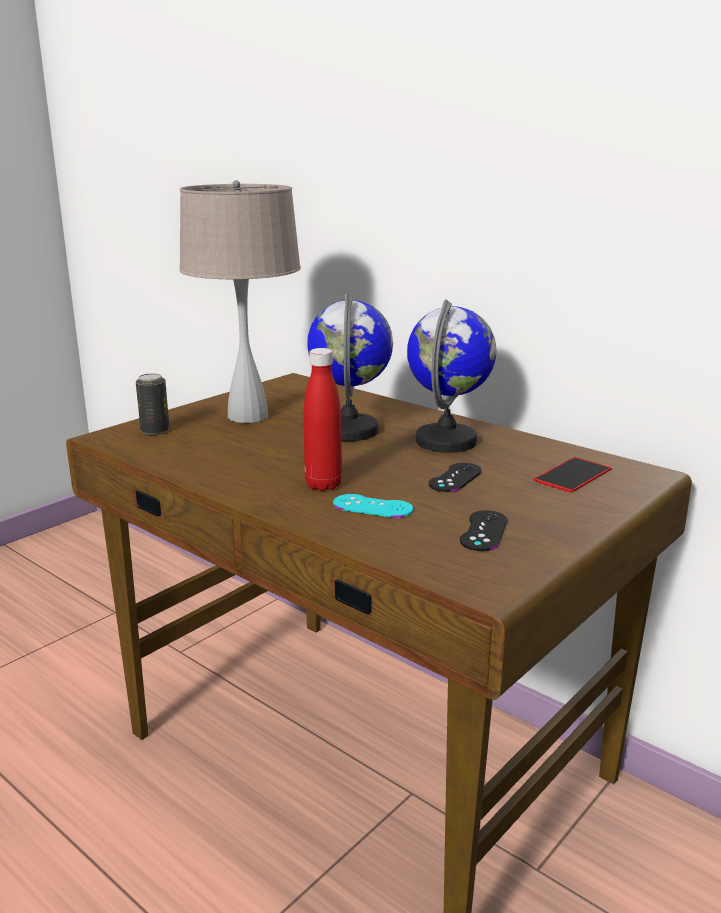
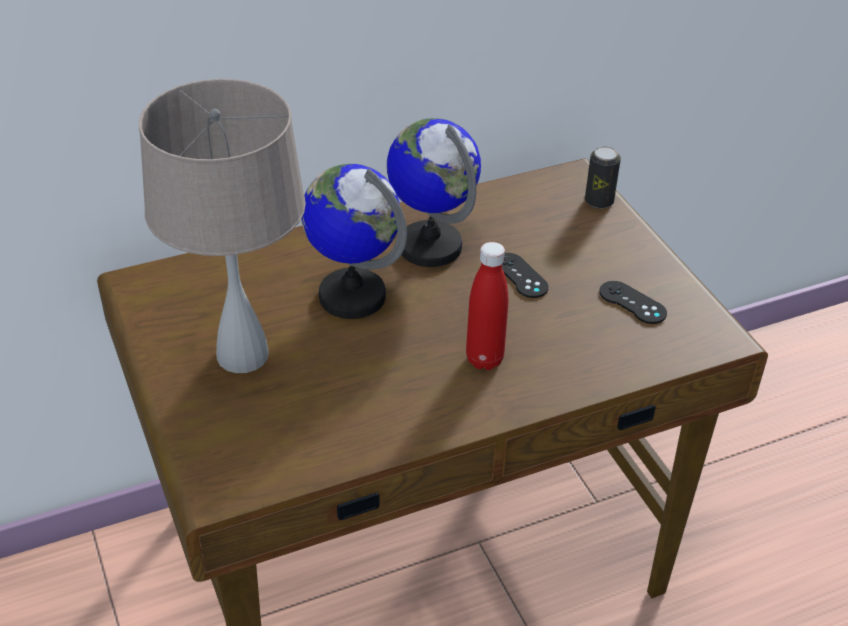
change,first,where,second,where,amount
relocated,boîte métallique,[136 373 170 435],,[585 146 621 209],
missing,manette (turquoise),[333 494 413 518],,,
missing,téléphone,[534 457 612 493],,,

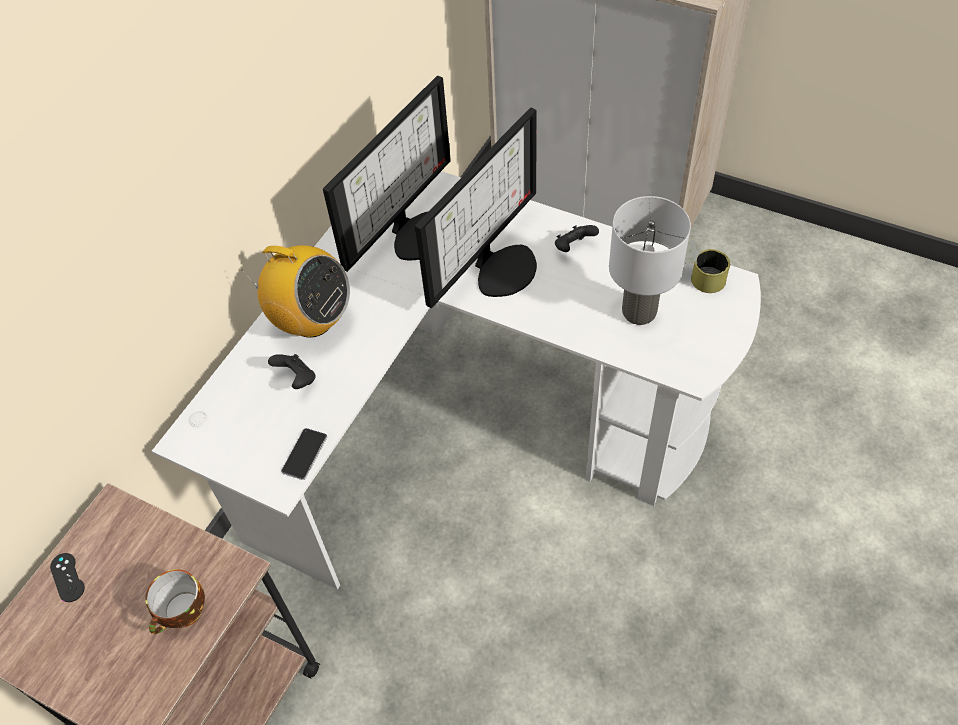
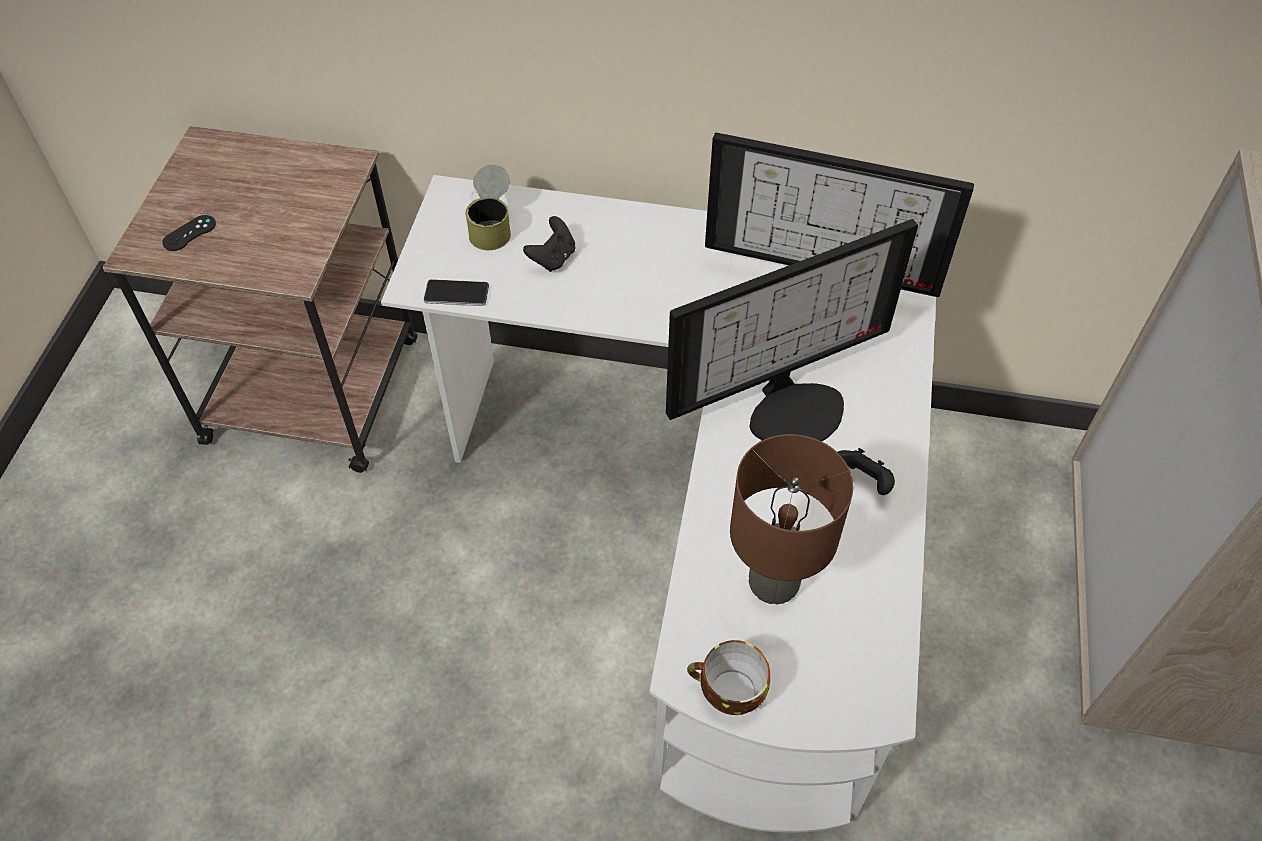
change,first,where,second,where,amount
relocated,manette (noir),[50 553 85 602],,[162 215 216 251],
relocated,boîte métallique,[684 238 730 293],,[465 165 511 250],
spun,écran d'ordinateur,[415 108 537 308],,[666 219 918 441],45 degrees counterclockwise
relocated,tasse,[145 569 205 634],,[687 640 770 715],
colour,lampe de table (blanc),[609 196 691 325],lampe de table (marron),[730 434 853 604],
missing,radio,[241 245 350 338],,,

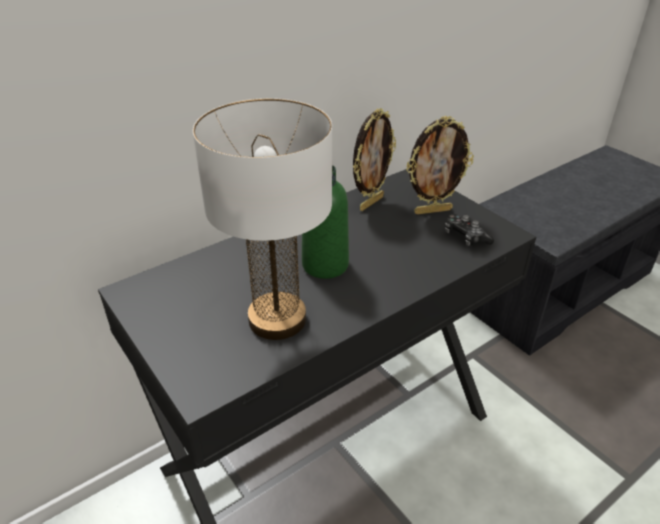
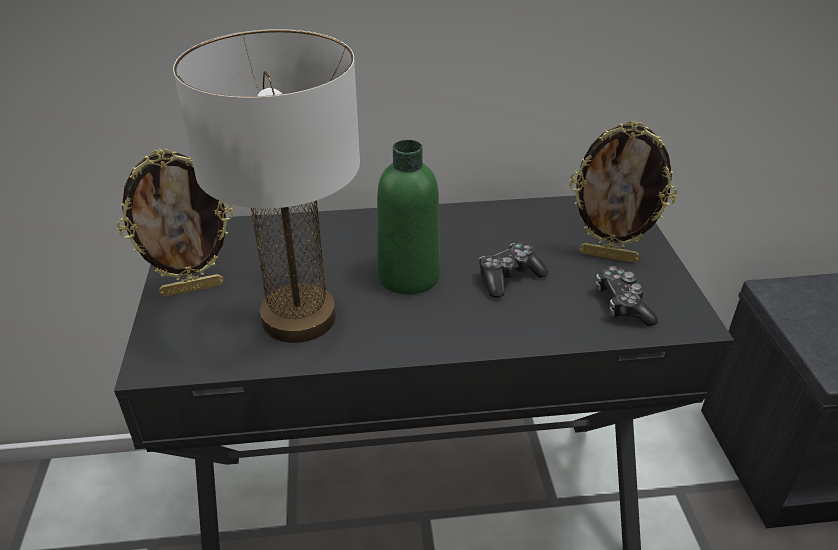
change,first,where,second,where,amount
relocated,cadre photo,[353 108 396 211],,[117 149 233 297],
appeared,,,manette,[479 243 549 298],

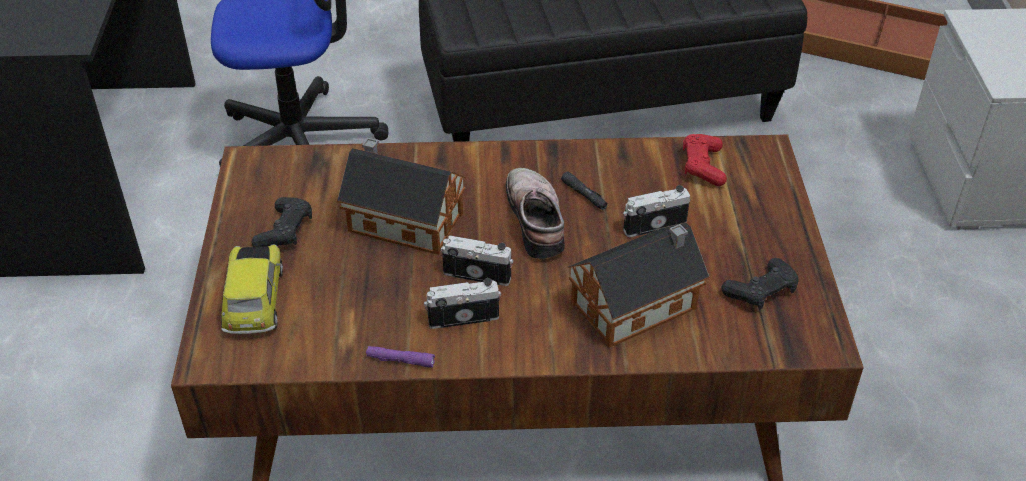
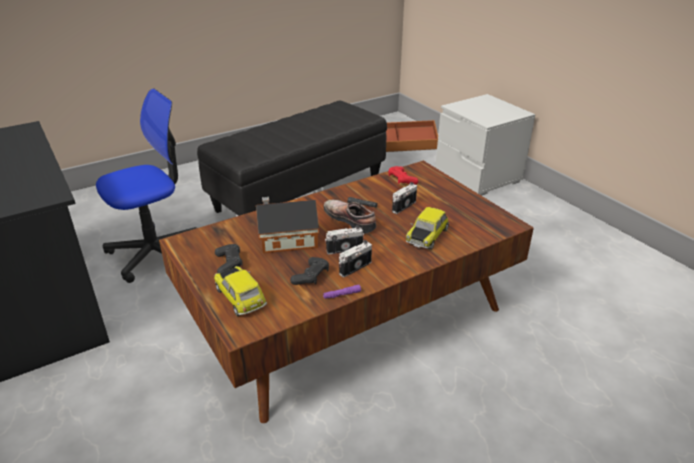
change,first,where,second,where,amount
relocated,manette (noir),[721 258 799 309],,[290 257 329 285],
exchanged,maison miniature,[567 222 709 348],petite voiture,[406 207 449 250],

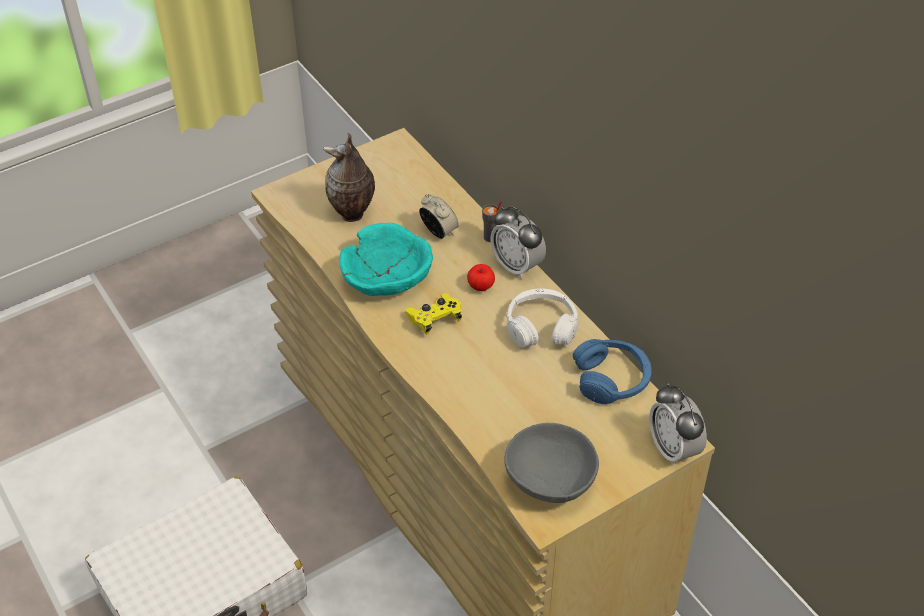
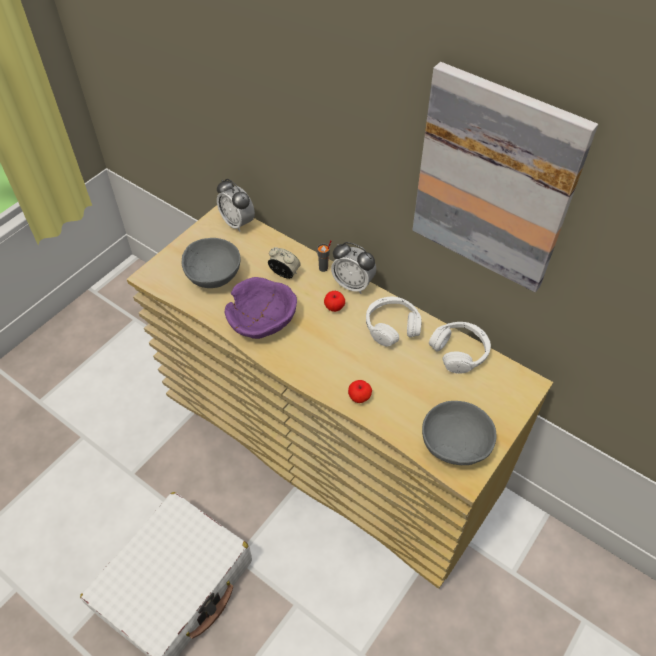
change,first,where,second,where,amount
exchanged,vase,[323 133 375 222],bol (gris),[182 238 241 288],
relocated,réveil,[649 383 707 466],,[217 179 255 232],
colour,bol (turquoise),[339 223 433 296],bol (violet),[225 277 297 339],
appeared,,,pomme,[348 380 372 403],
appeared,,,tableau,[412 62 598 292],
colour,casque audio (bleu),[573 339 651 404],casque audio (blanc),[429 322 491 374],
missing,manette (jaune),[405 293 462 335],,,

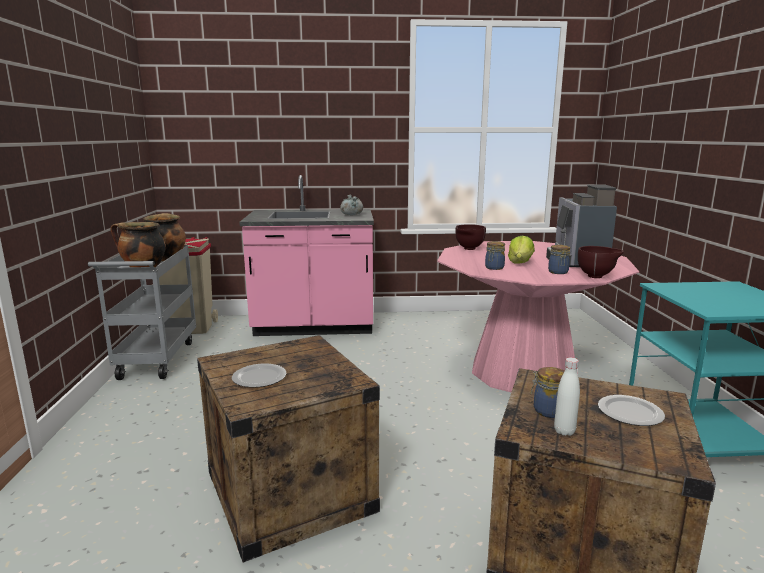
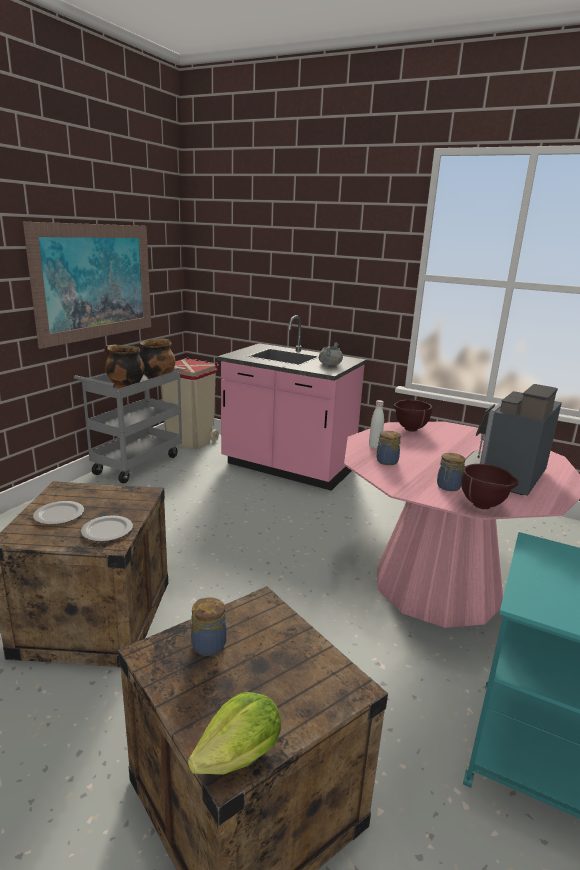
change,first,where,second,where,amount
appeared,,,tableau,[23 222 151 349],
relocated,assiette,[598 395 665 426],,[81 515 133 542],
relocated,laitue,[508 236 535 264],,[188 692 281 775],
relocated,bouteille (blanc),[554 357 580 436],,[369 400 384 449],

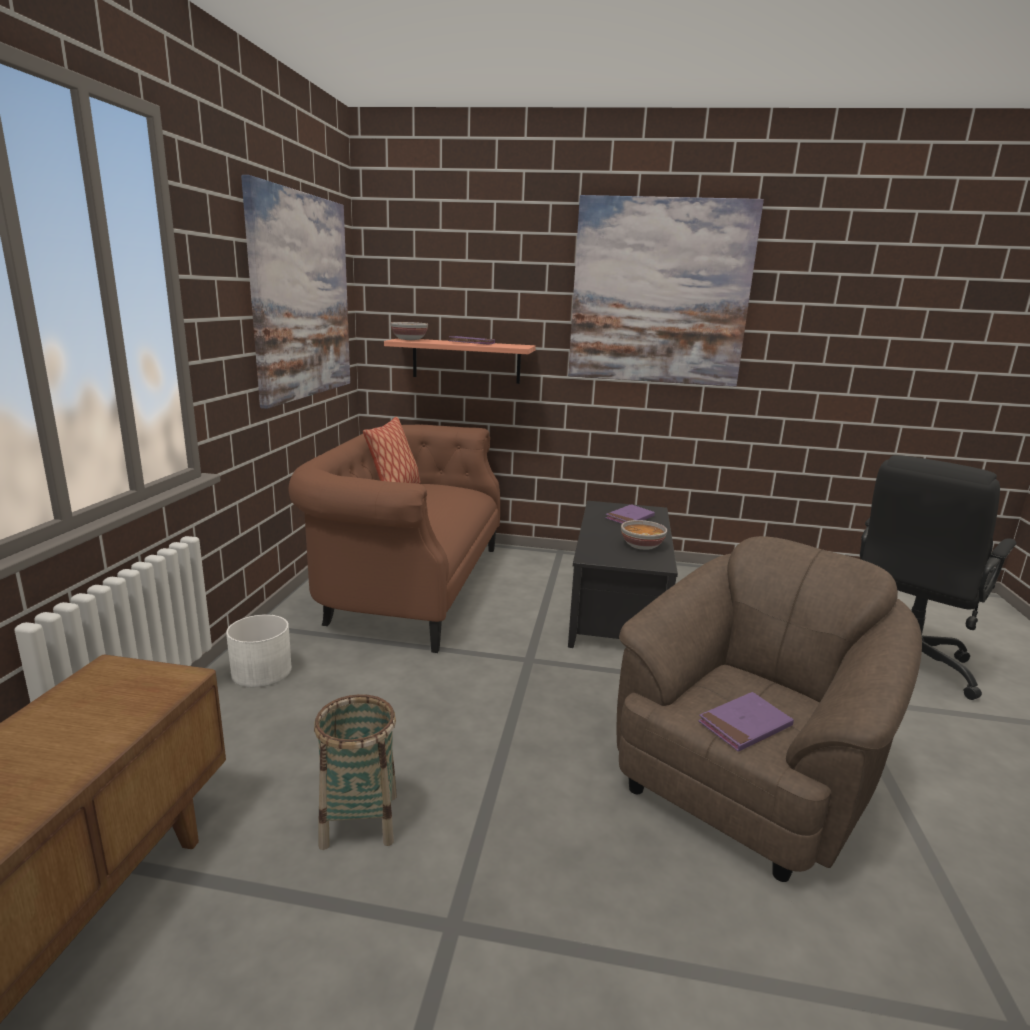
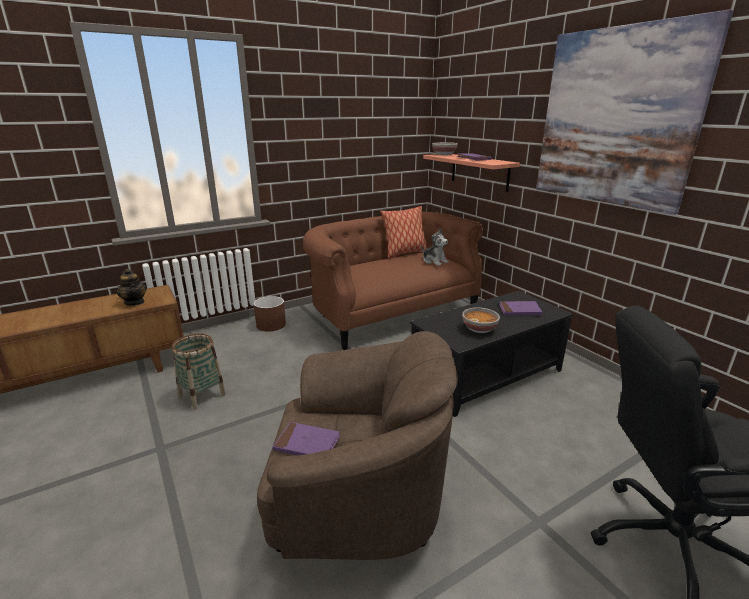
change,first,where,second,where,amount
appeared,,,théière,[116 269 147 306],
colour,cache-pot (blanc),[226 614 292 687],cache-pot (marron),[253 296 286 332],
appeared,,,peluche,[421 228 449 266],
missing,tableau,[241 175 350 409],,,

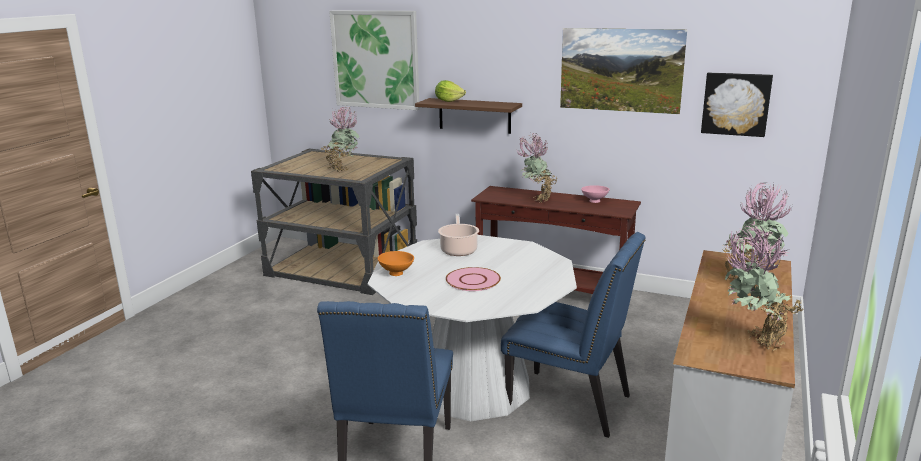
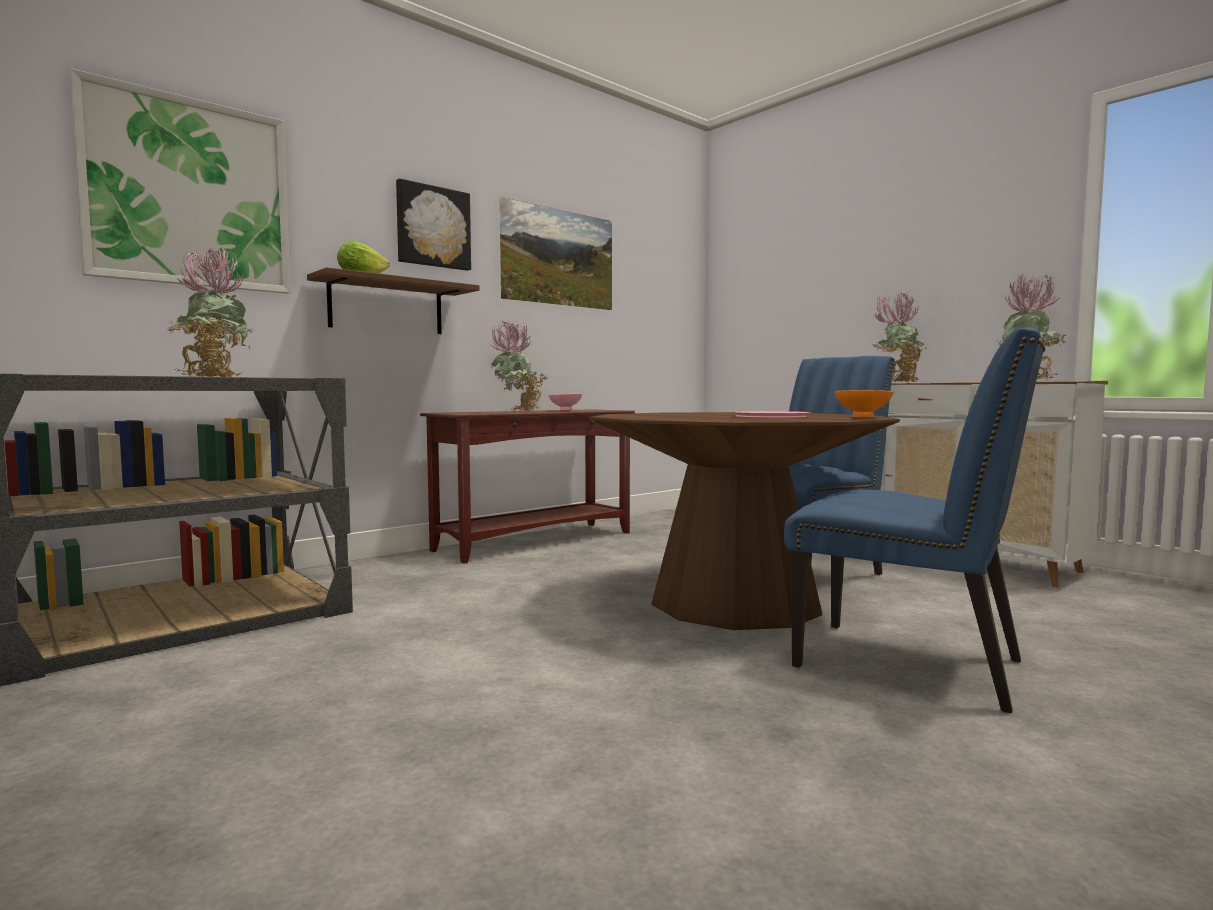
change,first,where,second,where,amount
relocated,tableau,[701 73 773 137],,[396 178 471 271],
colour,table à manger (blanc),[368 235 577 421],table à manger (marron),[589 412 900 630],
relocated,bol (orange),[377 251 414 276],,[835 390 894 417],
missing,marmite,[438 214 479 256],,,

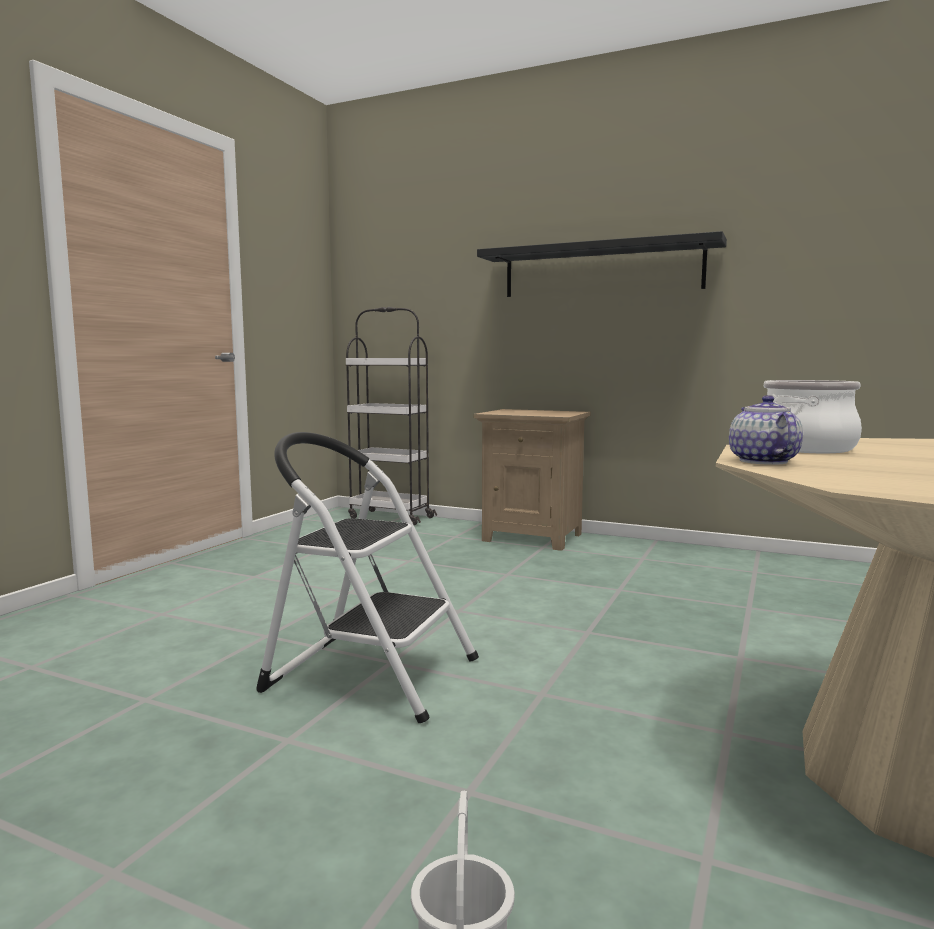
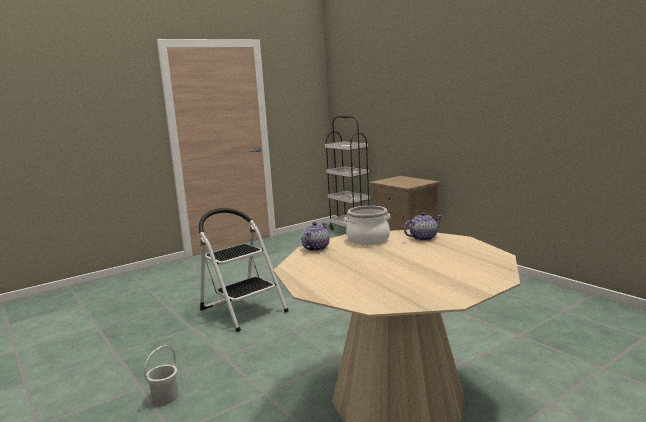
change,first,where,second,where,amount
appeared,,,théière,[404 212 442 241],
missing,étagère (noir),[477 231 727 297],,,

